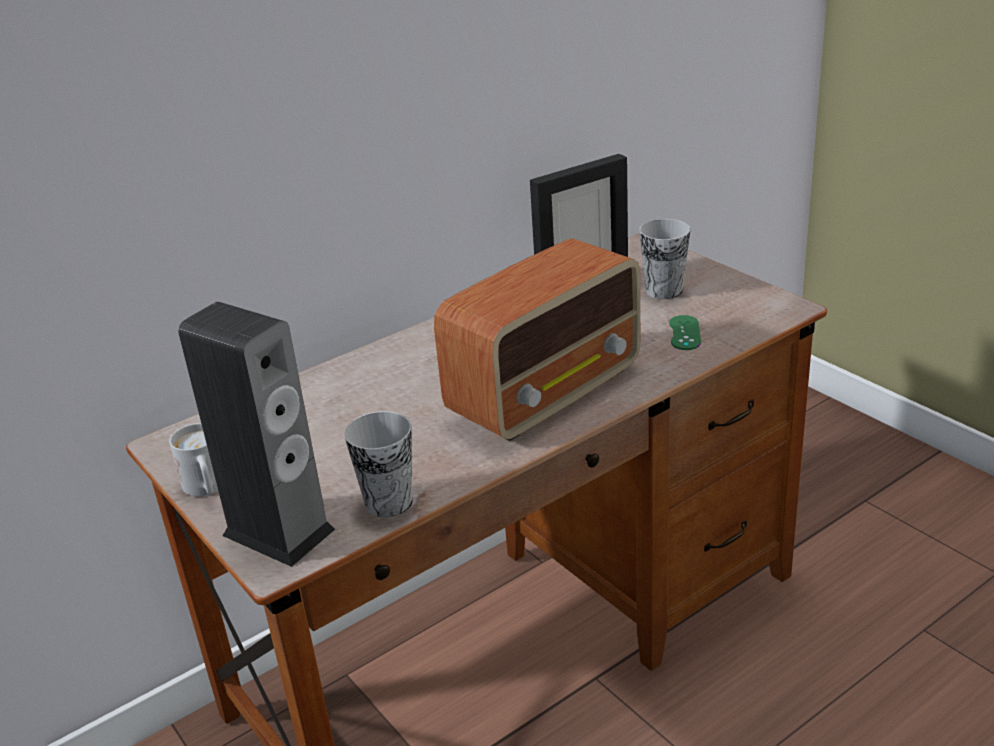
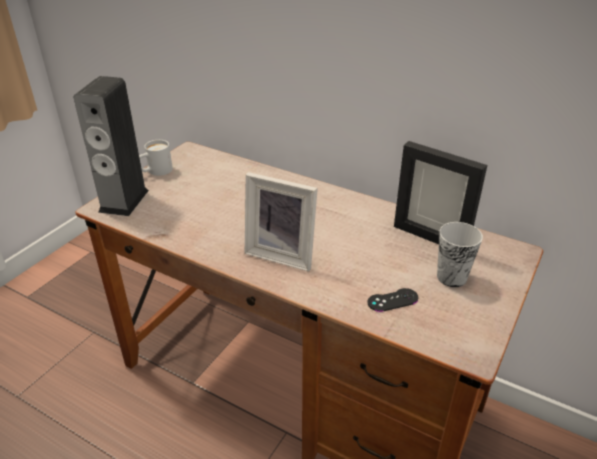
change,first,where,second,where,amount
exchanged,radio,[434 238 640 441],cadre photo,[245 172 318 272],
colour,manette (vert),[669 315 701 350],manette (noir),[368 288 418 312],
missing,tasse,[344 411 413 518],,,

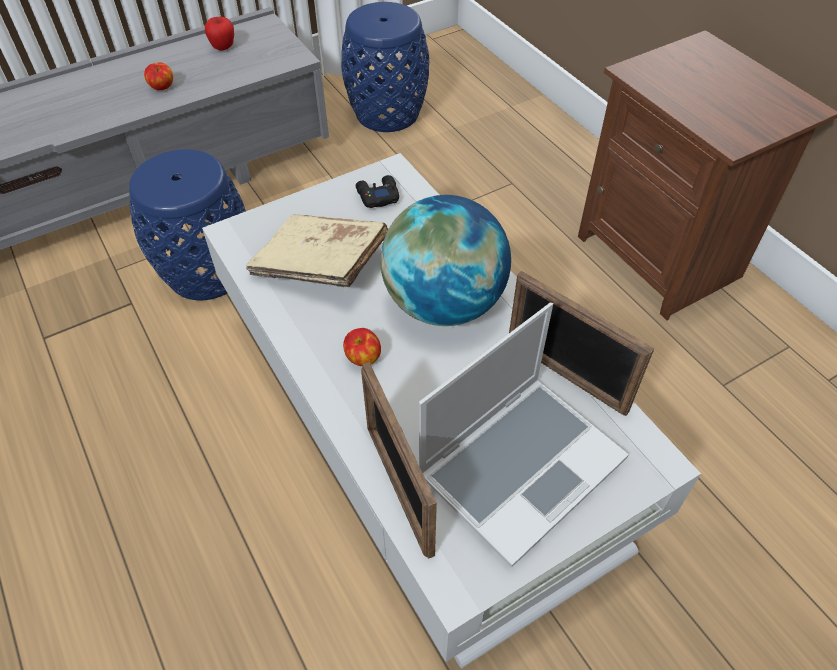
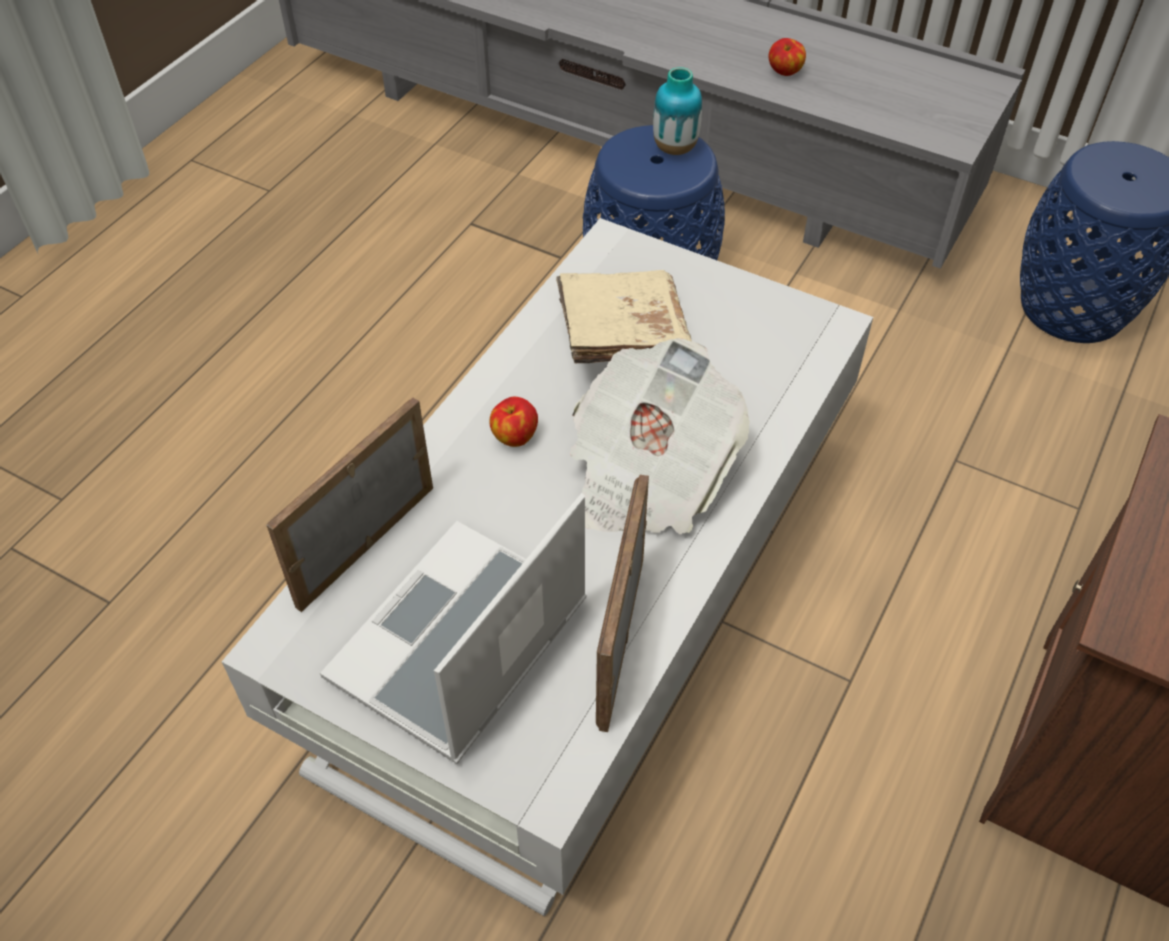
change,first,where,second,where,amount
spun,ordinateur portable,[419 303 629 567],,[320 493 587 764],105 degrees clockwise
exchanged,globe,[380 195 511 326],journal,[570 338 750 534],
appeared,,,vase,[653 67 702 155],
missing,pomme,[205 17 234 50],,,
missing,manette (noir),[356 175 399 208],,,

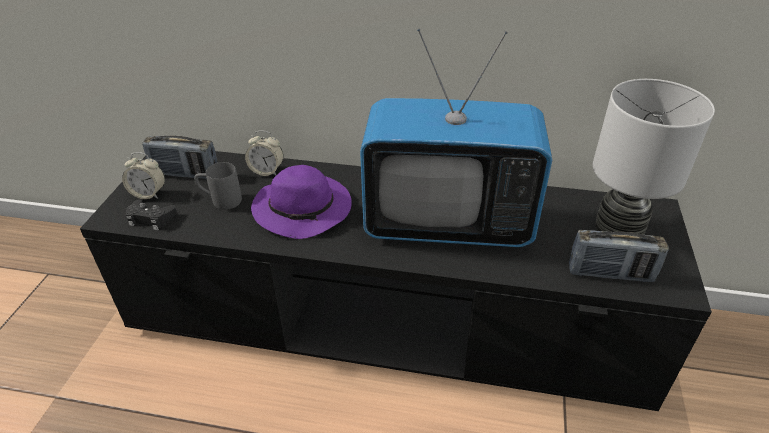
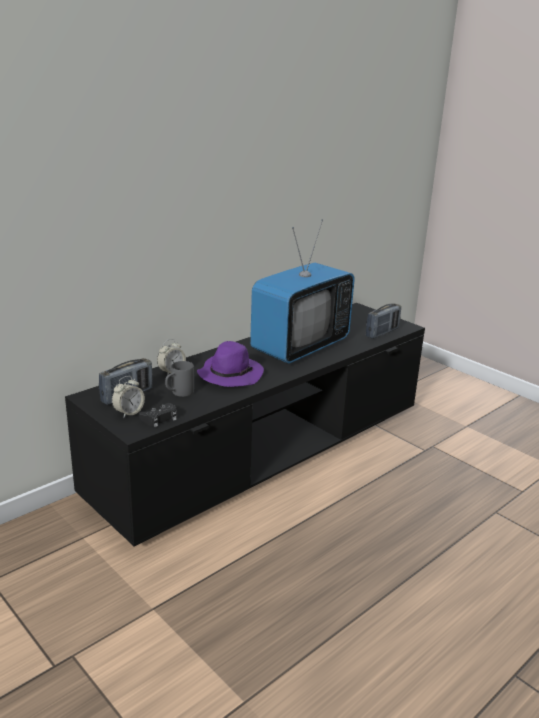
change,first,where,second,where,amount
missing,lampe de table (gris),[592 79 715 235],,,

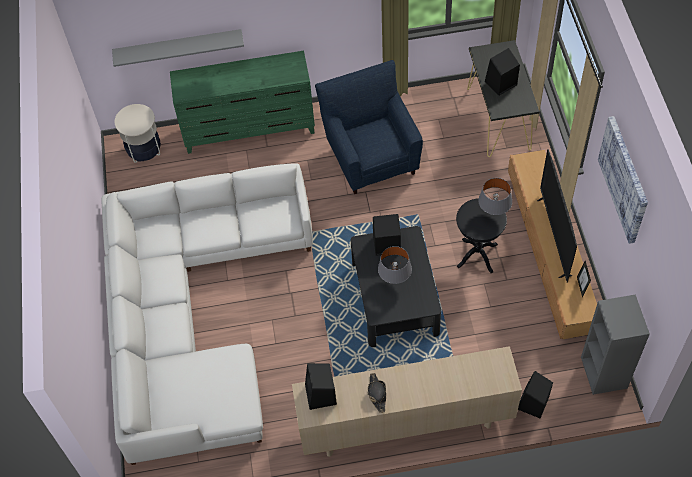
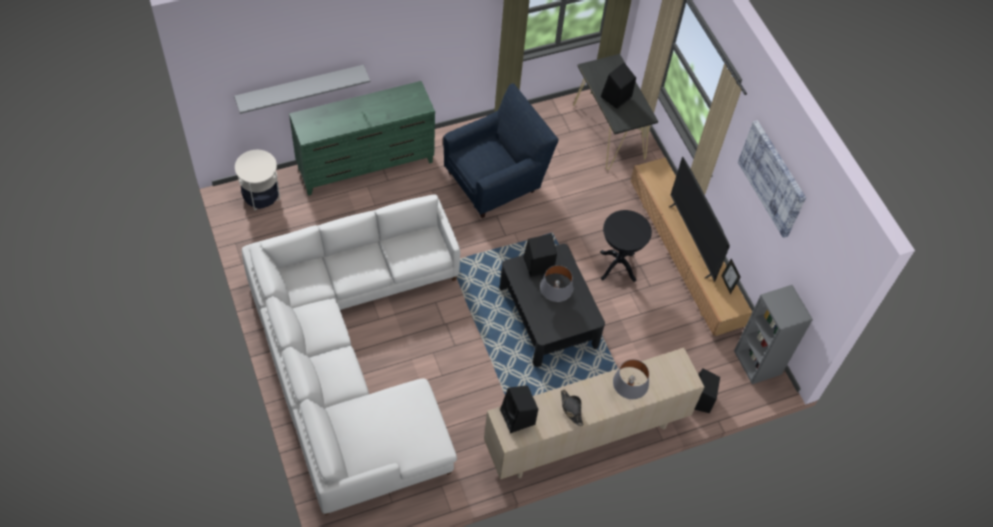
change,first,where,second,where,amount
spun,fauteuil (bleu),[315 60 423 194],,[443 83 558 218],90 degrees clockwise
relocated,lampe de table (gris),[478 178 512 215],,[613 359 649 399],

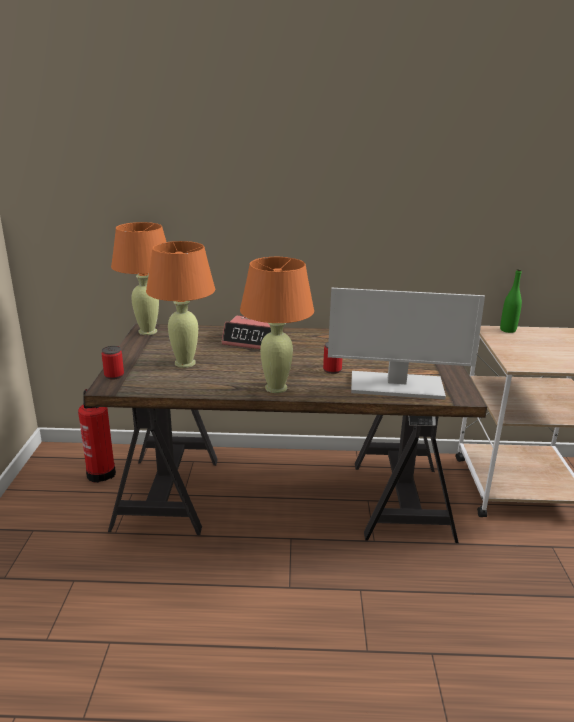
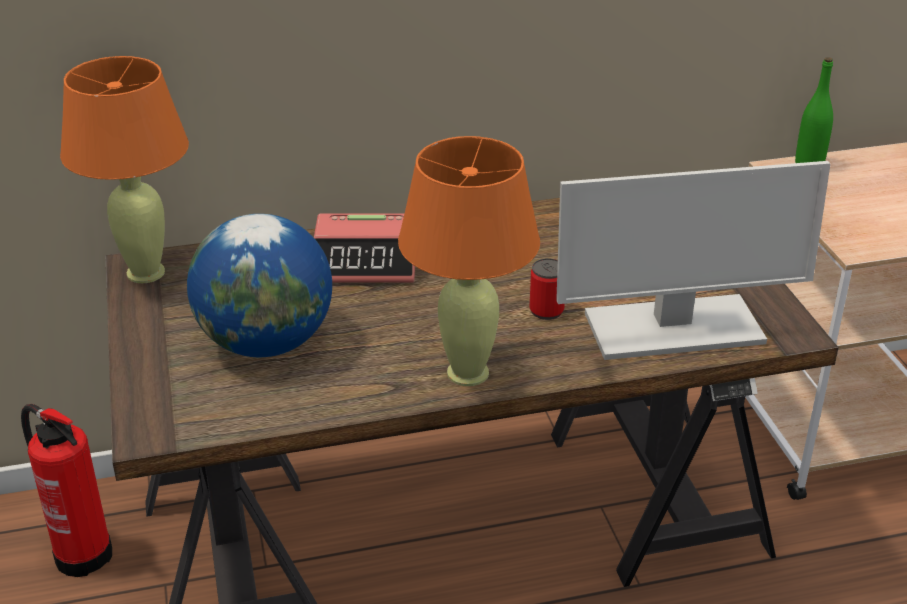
change,first,where,second,where,amount
exchanged,lampe de table (orange),[146 241 215 368],globe,[187 214 332 357],
missing,boîte métallique,[102 346 124 380],,,

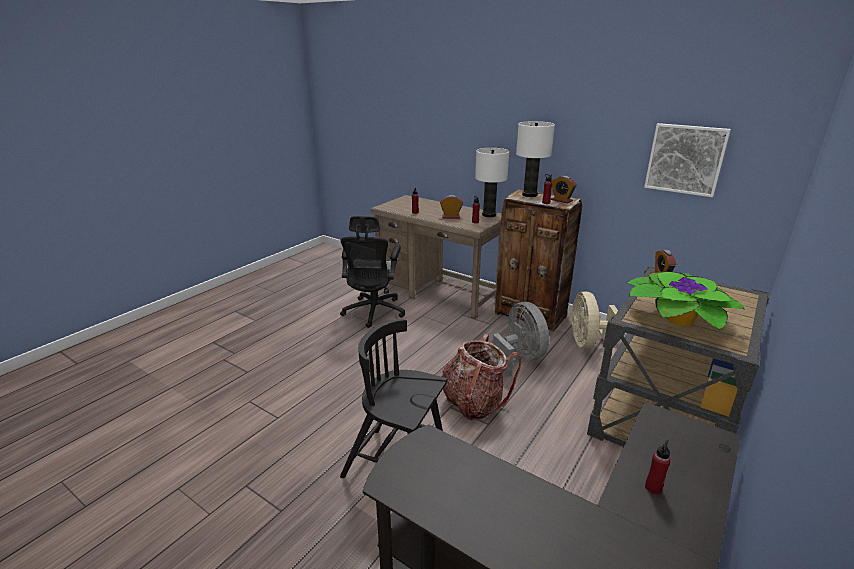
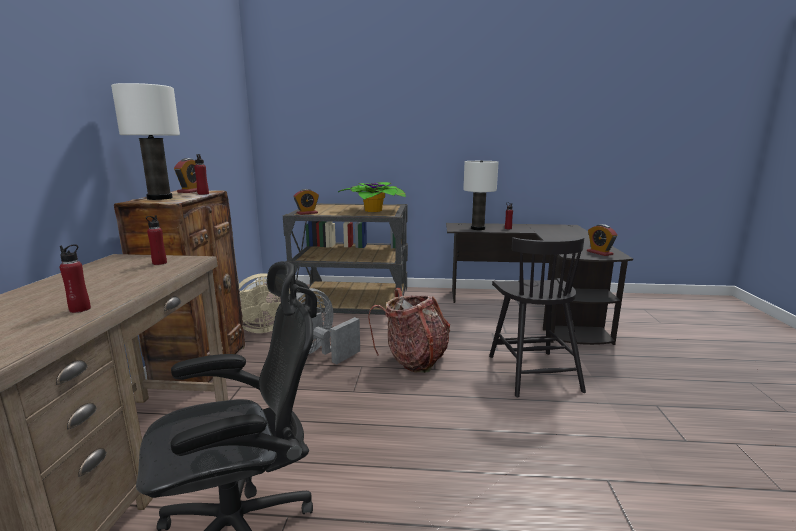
change,first,where,second,where,amount
relocated,lampe de table (blanc),[475 148 509 217],,[463 160 499 230],
relocated,réveil,[440 195 463 219],,[587 224 617 256],
missing,tableau,[644 123 731 197],,,

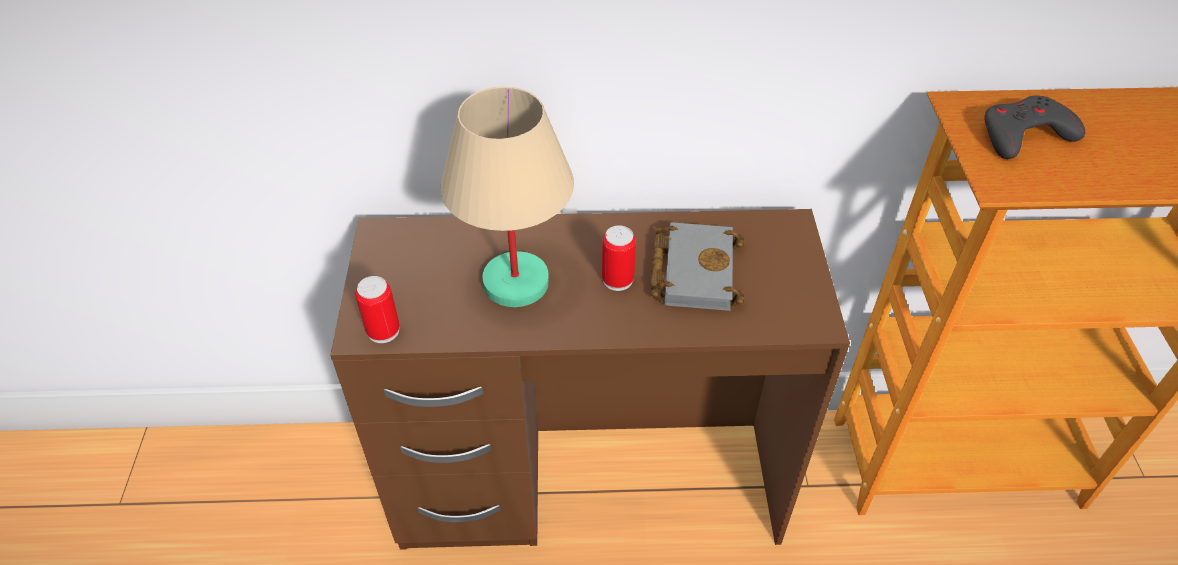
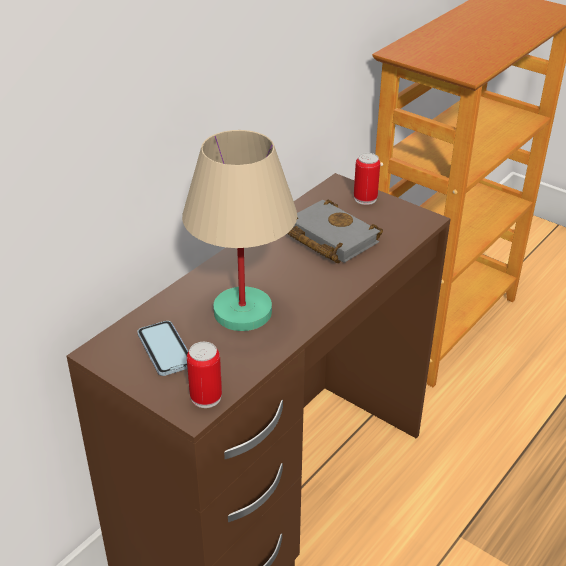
change,first,where,second,where,amount
appeared,,,téléphone,[137 321 188 376],
relocated,boîte métallique,[602 225 636 291],,[354 153 380 205],
missing,manette (gris),[984 96 1085 159],,,

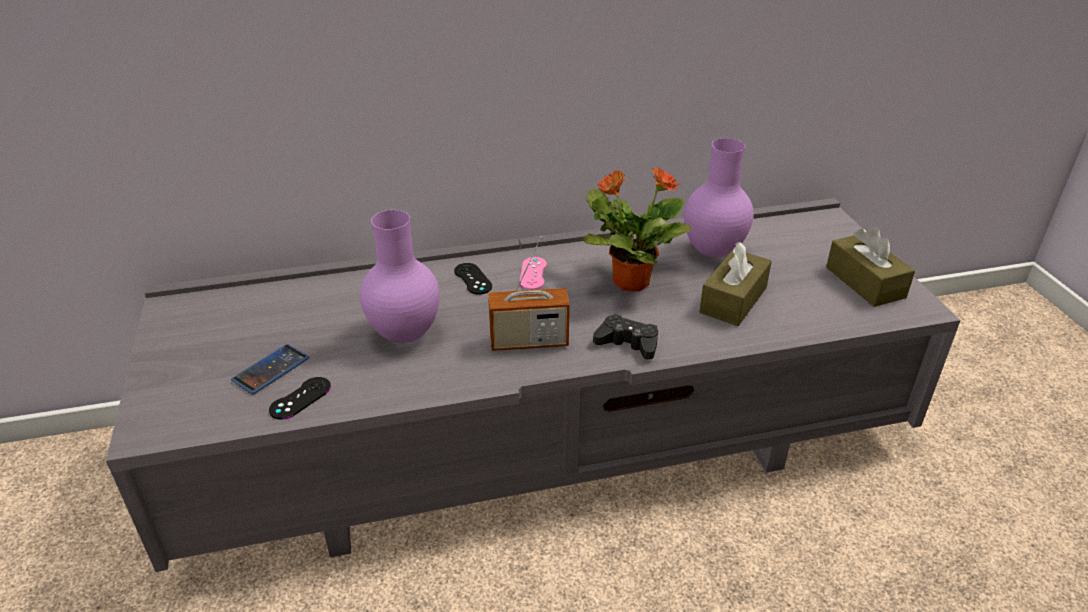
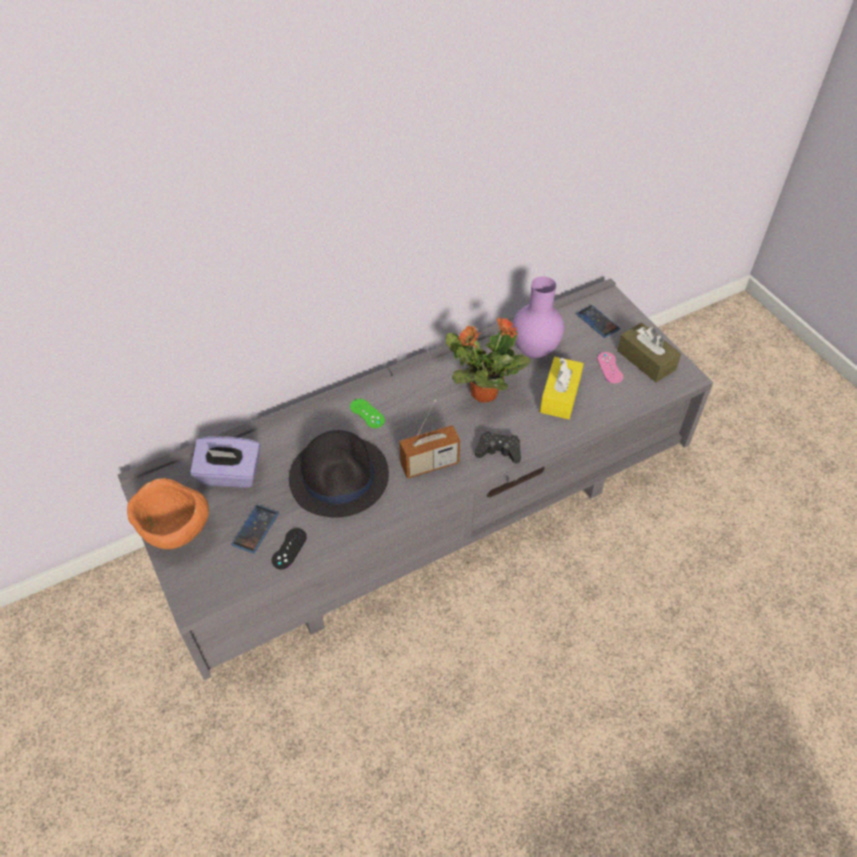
change,first,where,second,where,amount
appeared,,,bol (orange),[127 478 209 549],
appeared,,,boîte à mouchoirs (violet),[190 436 261 488],
exchanged,vase (violet),[360 210 440 343],chapeau (noir),[289 430 389 518],
colour,manette (noir),[454 263 492 295],manette (vert),[350 399 385 428],
colour,boîte à mouchoirs (marron),[699 242 772 326],boîte à mouchoirs (jaune),[540 357 584 419],
appeared,,,téléphone,[576 305 620 338],
relocated,manette (rose),[520 257 547 290],,[597 352 623 383],

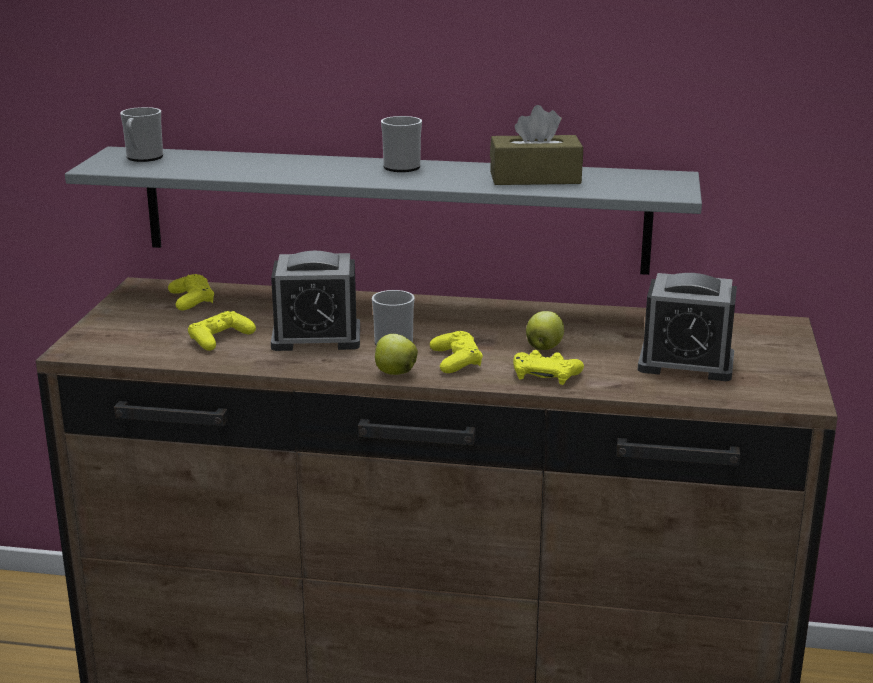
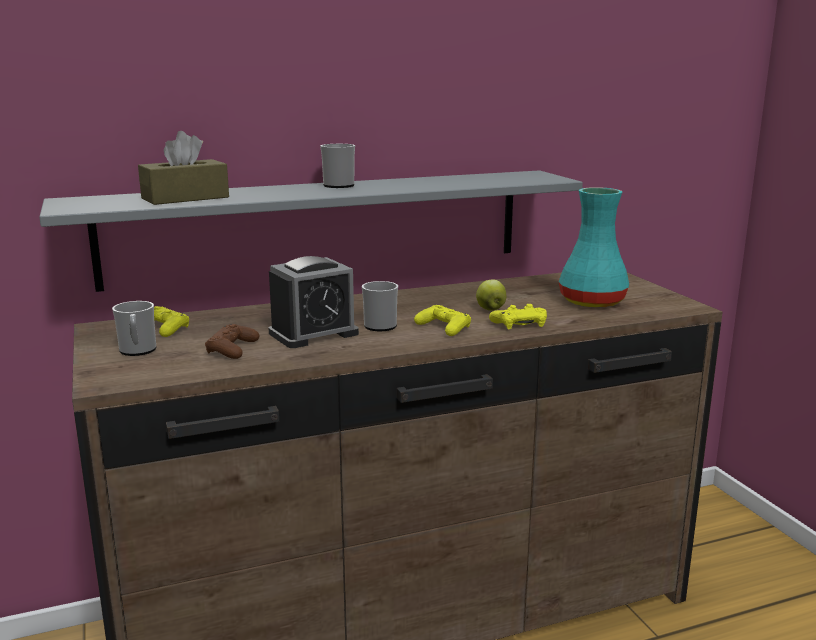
change,first,where,second,where,amount
relocated,mug,[120 107 163 162],,[112 301 156 356],
relocated,boîte à mouchoirs (marron),[490 105 583 185],,[138 131 229 205],
colour,manette (jaune),[188 311 256 351],manette (marron),[205 324 259 359],
exchanged,réveil,[638 273 737 381],vase (turquoise),[559 187 629 308],
missing,pomme,[375 334 418 375],,,

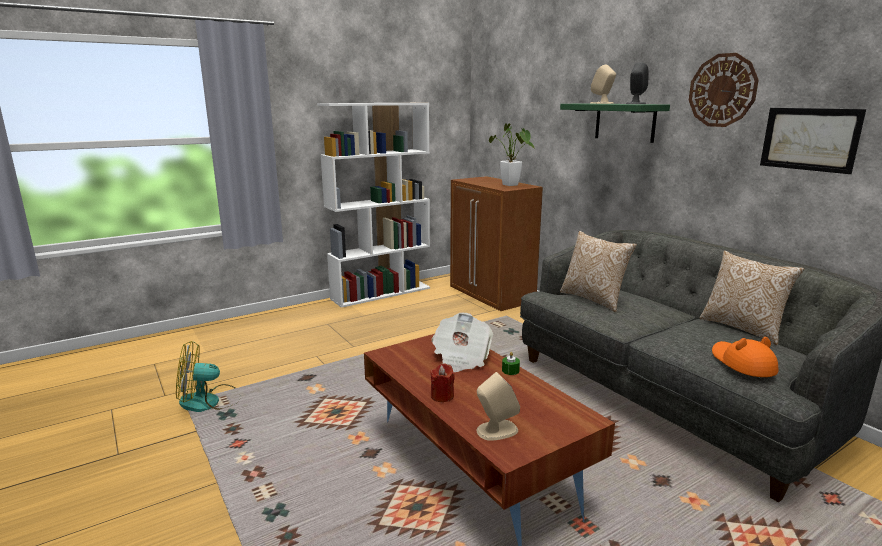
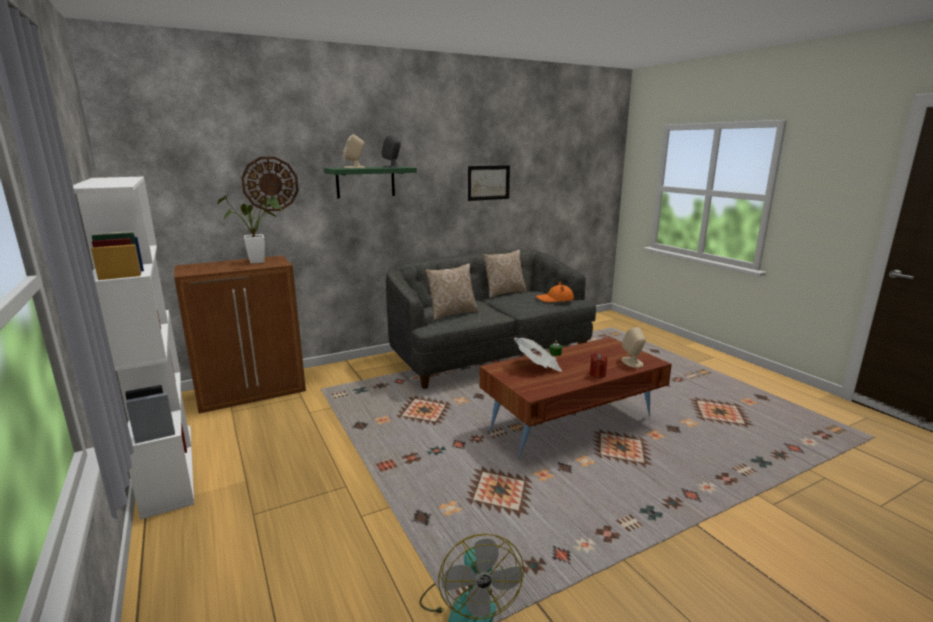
change,first,where,second,where,amount
relocated,horloge murale,[689 53 759 127],,[241 157 299 211],

